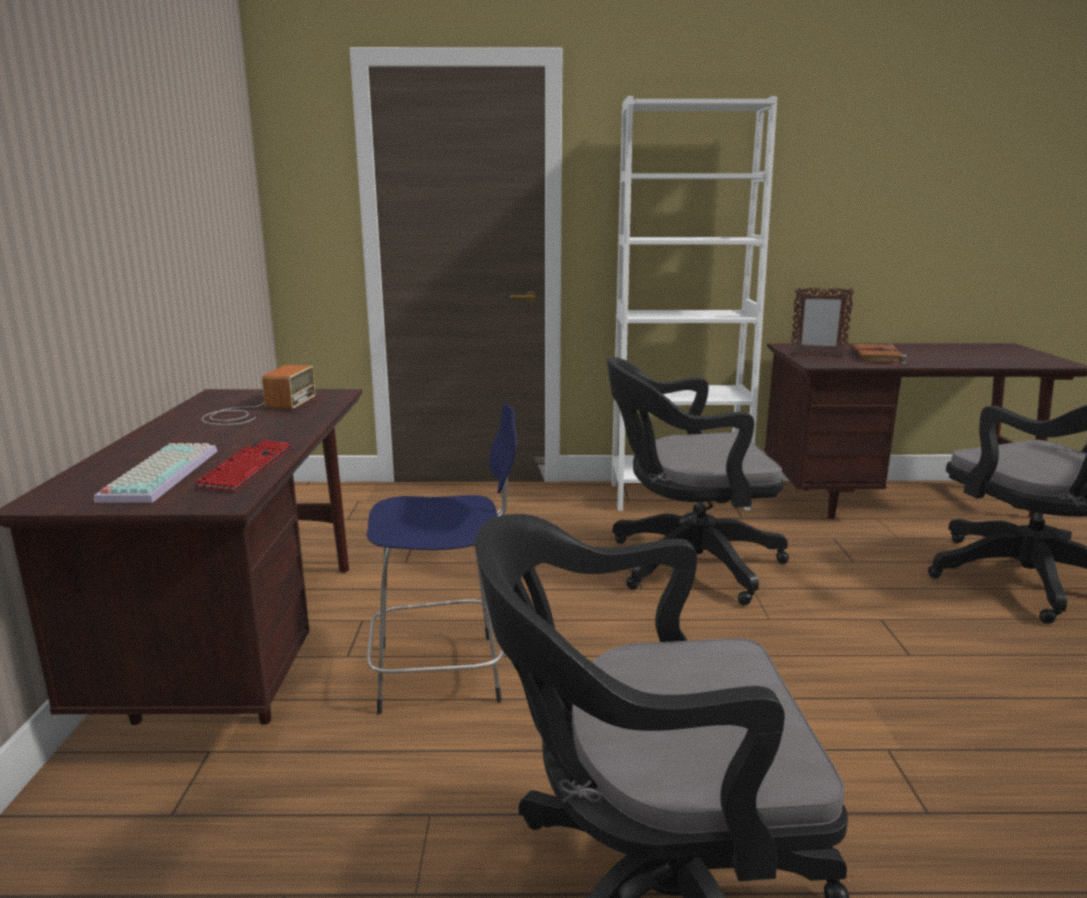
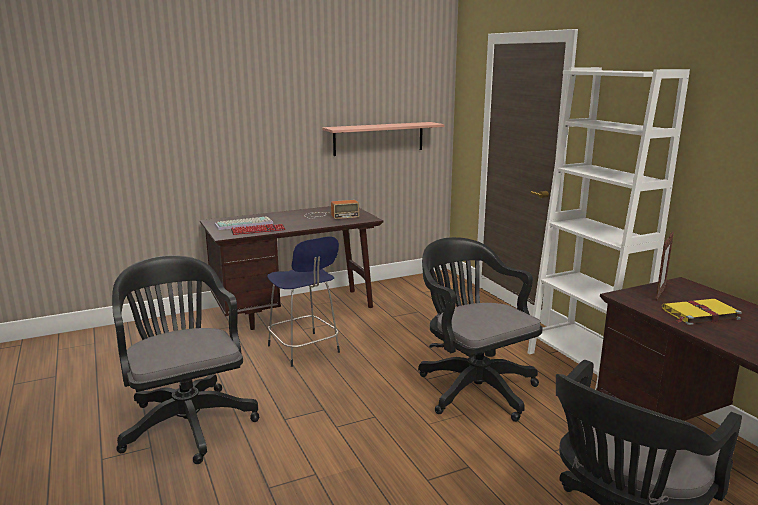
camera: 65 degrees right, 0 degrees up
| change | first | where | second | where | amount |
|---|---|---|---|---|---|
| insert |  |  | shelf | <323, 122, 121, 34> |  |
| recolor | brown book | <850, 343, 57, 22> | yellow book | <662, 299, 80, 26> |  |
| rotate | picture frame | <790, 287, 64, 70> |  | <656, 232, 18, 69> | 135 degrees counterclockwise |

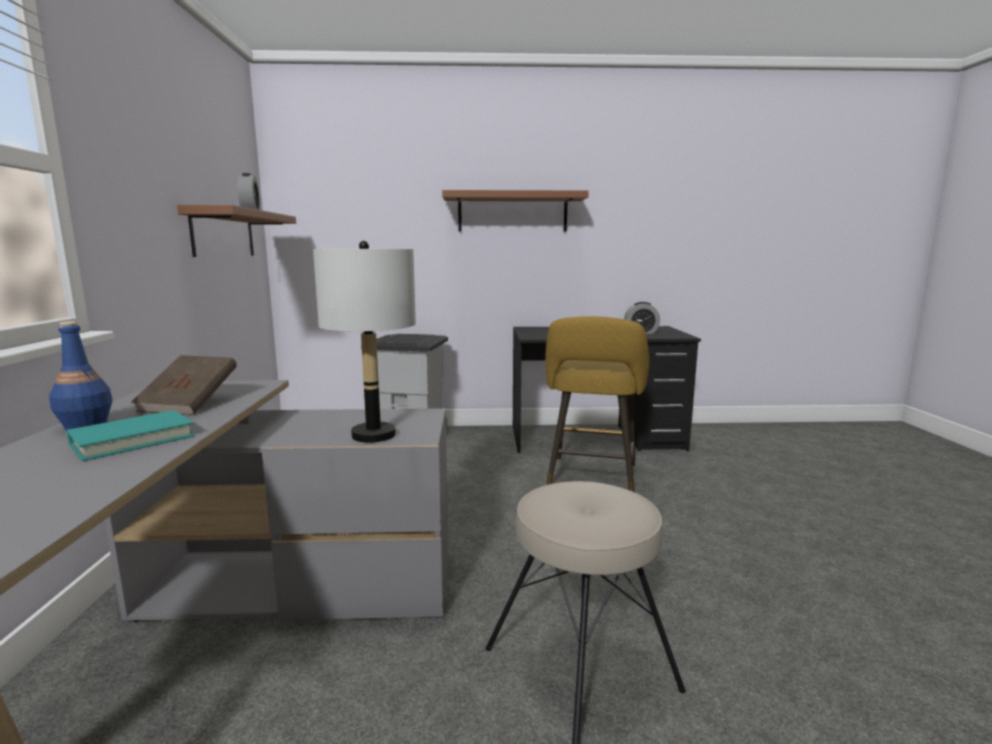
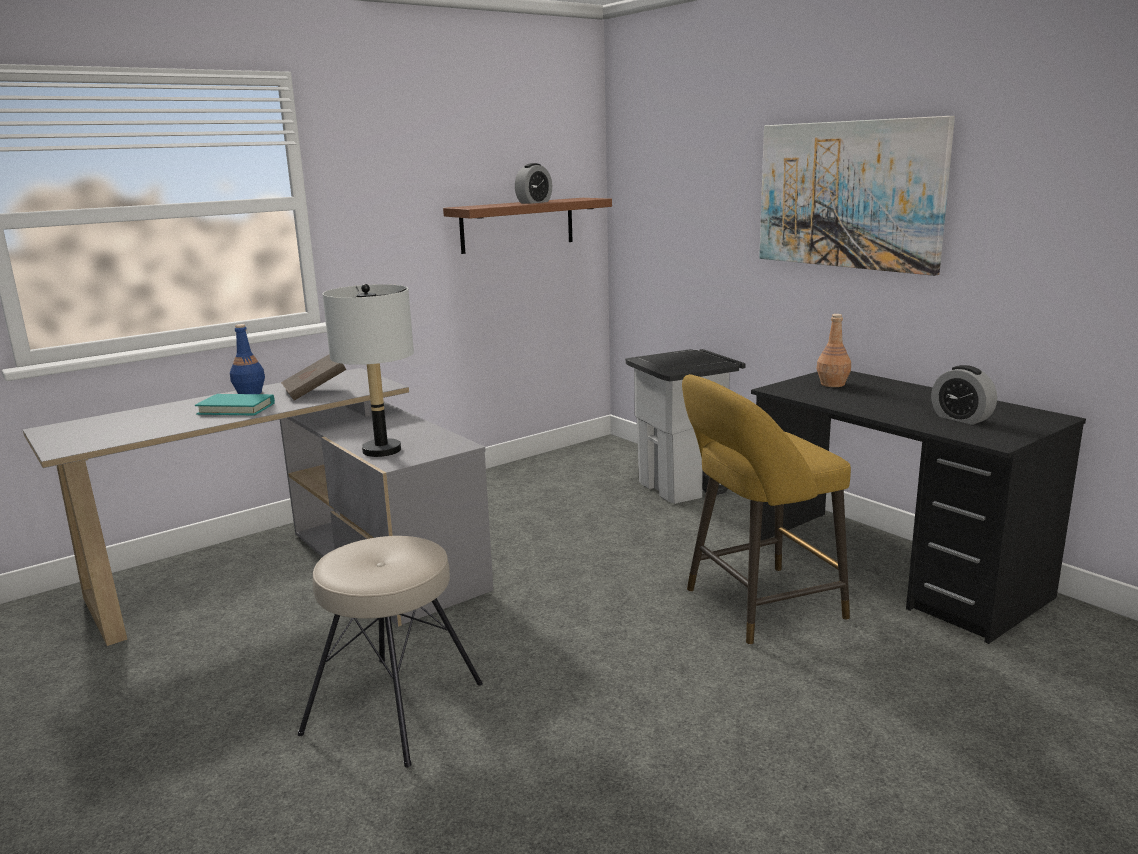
camera: 55 degrees right, 5 degrees up
| change | first | where | second | where | amount |
|---|---|---|---|---|---|
| insert |  |  | brown bottle | <816, 314, 35, 73> |  |
| replace | brown shelf | <442, 190, 147, 42> | picture | <759, 116, 196, 160> |  |

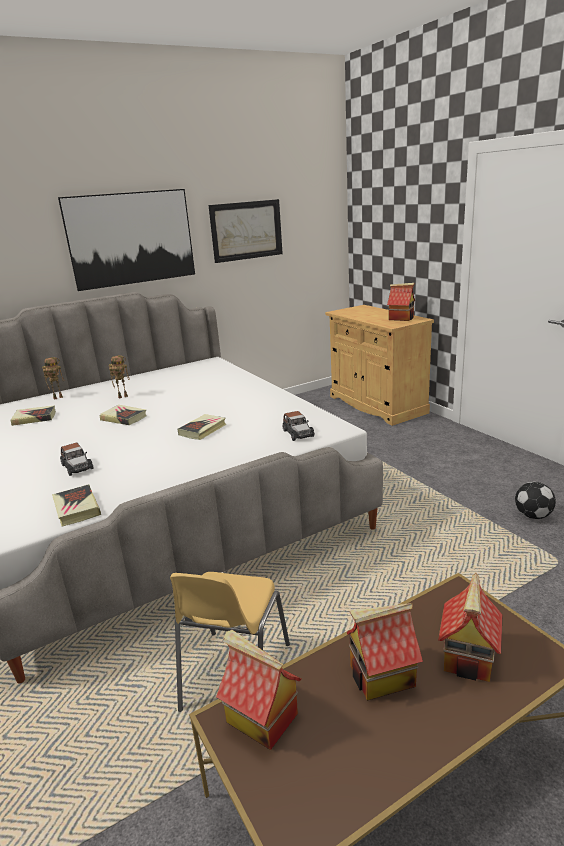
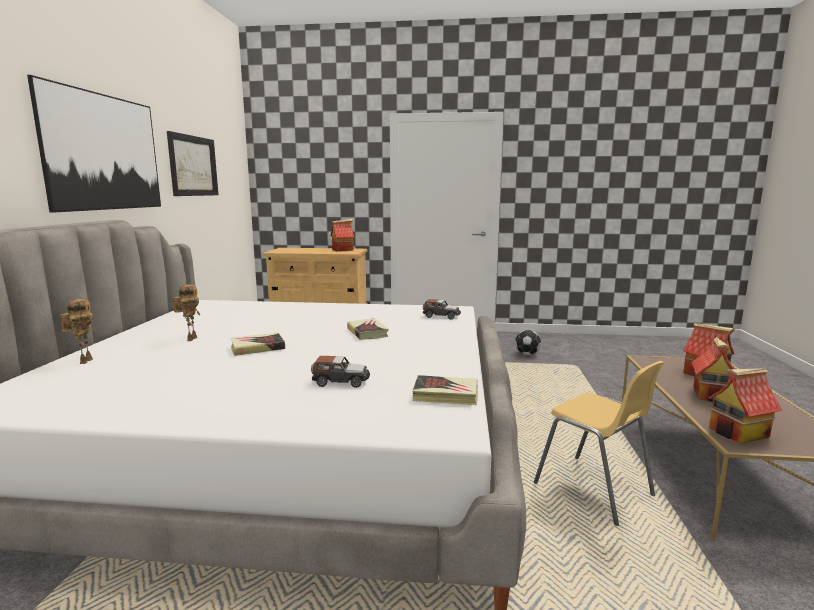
camera: 55 degrees left, 10 degrees down
| change | first | where | second | where | amount |
|---|---|---|---|---|---|
| delete | book | <11, 405, 45, 21> |  |  |  |

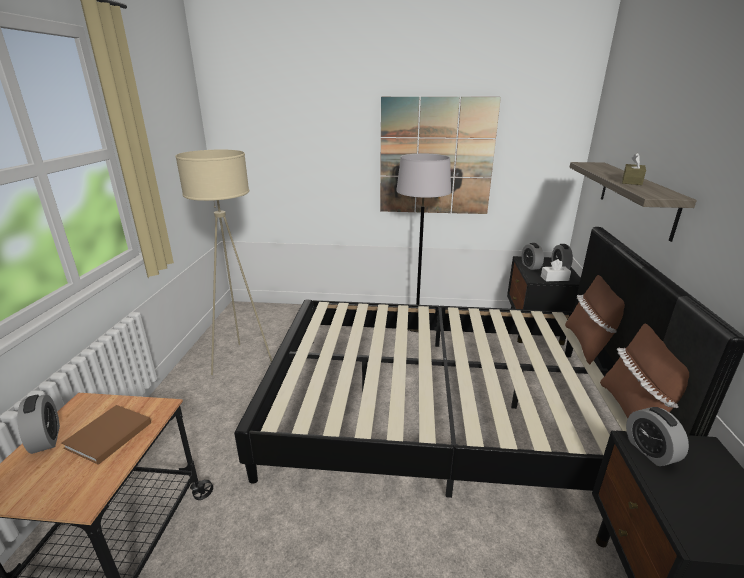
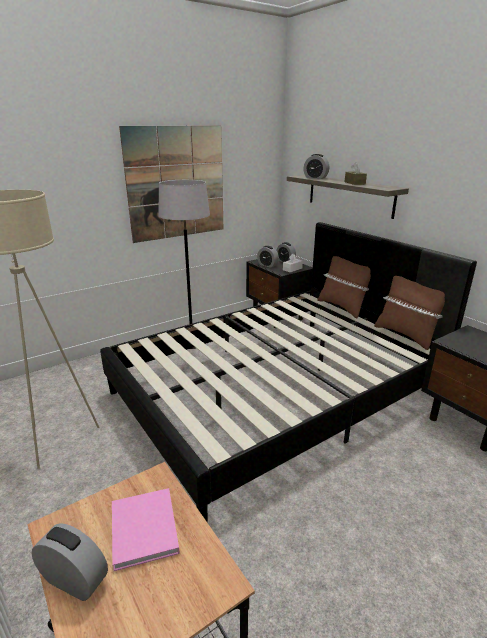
camera: 40 degrees left, 0 degrees up
| change | first | where | second | where | amount |
|---|---|---|---|---|---|
| move | alarm clock | <626, 407, 63, 59> |  | <303, 154, 26, 25> |  |
| recolor | brown book | <61, 405, 90, 60> | pink book | <112, 488, 68, 83> |  |

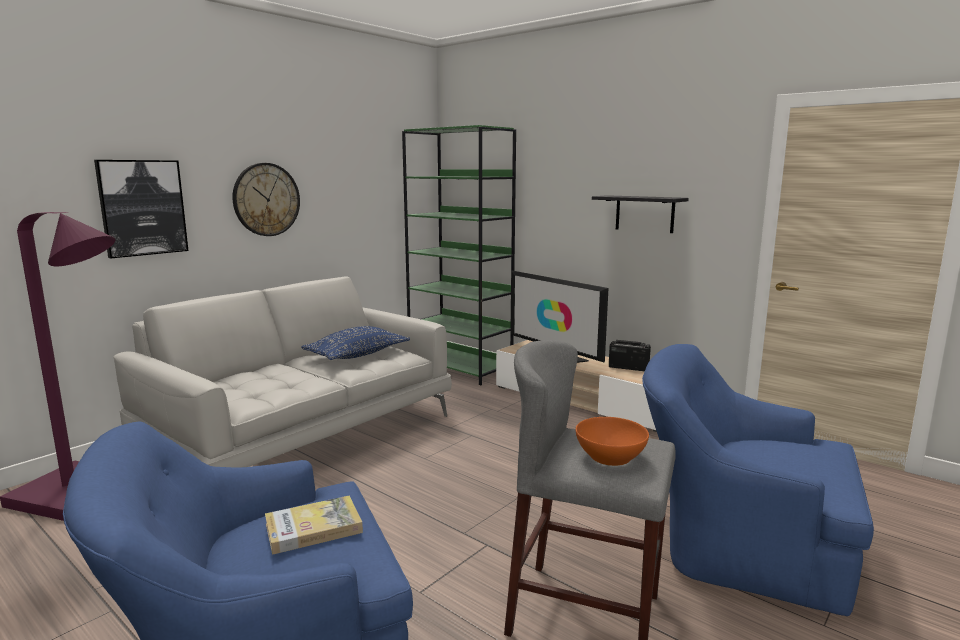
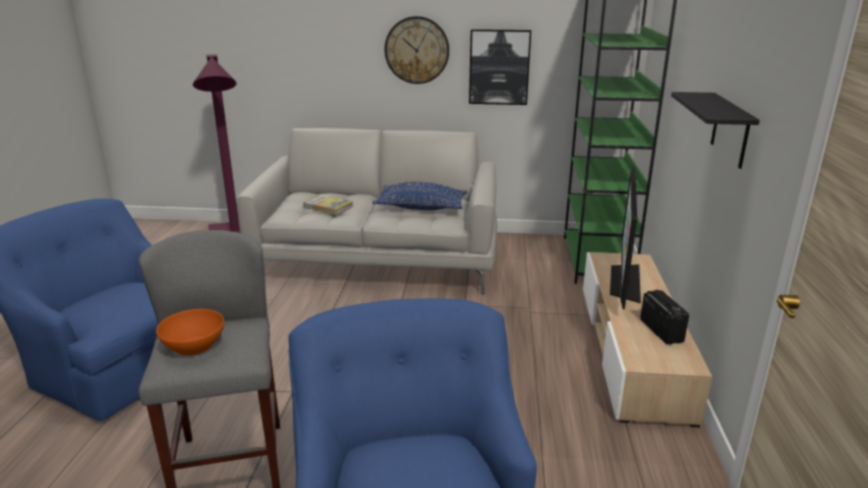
camera: 55 degrees right, 10 degrees up
| change | first | where | second | where | amount |
|---|---|---|---|---|---|
| move | picture | <94, 160, 95, 98> |  | <469, 29, 62, 76> |  |
| move | book | <265, 496, 98, 58> |  | <303, 194, 50, 21> |  |

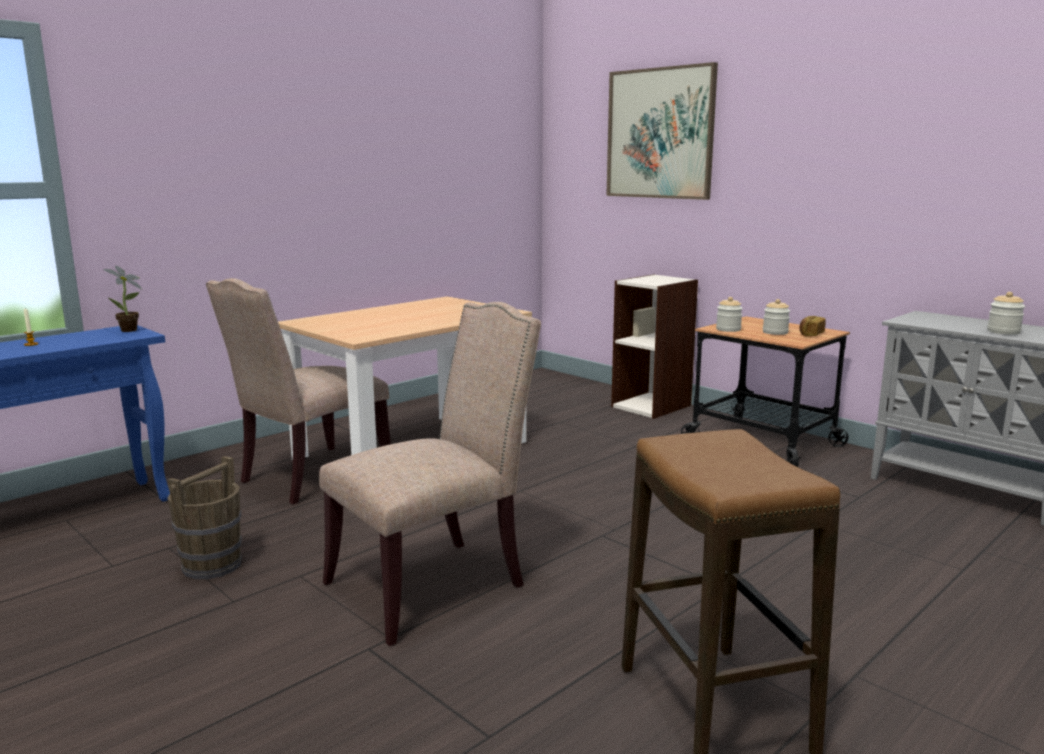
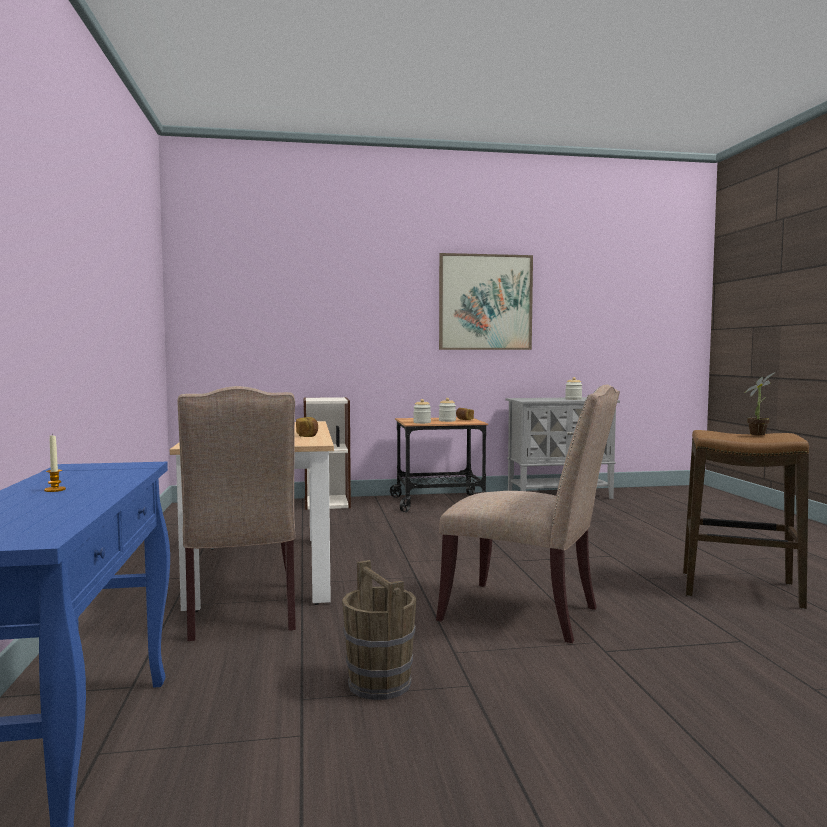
camera: 55 degrees left, 10 degrees down
| change | first | where | second | where | amount |
|---|---|---|---|---|---|
| insert |  |  | bread | <296, 417, 22, 20> |  |
| move | potted plant | <103, 266, 39, 66> |  | <745, 372, 31, 63> |  |
| move | picture | <606, 62, 112, 138> |  | <439, 253, 94, 97> |  |
| rotate | beige chair | <319, 302, 222, 344> |  | <436, 385, 184, 258> | 120 degrees clockwise |

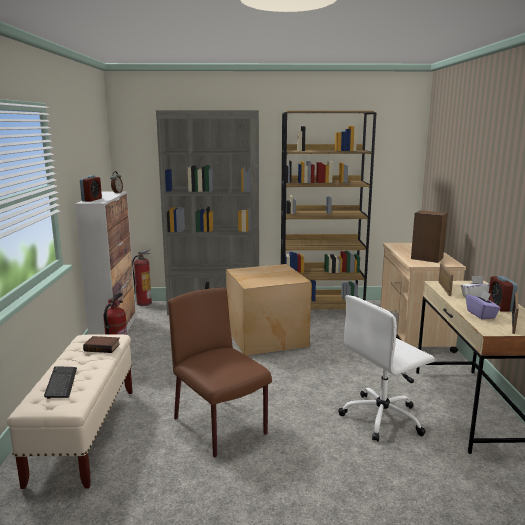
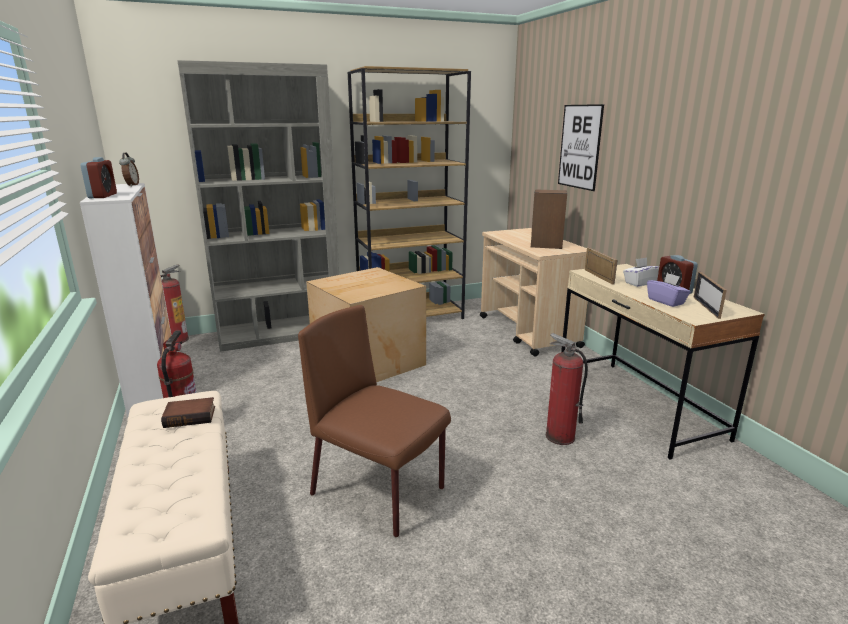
camera: 20 degrees left, 5 degrees up
| change | first | where | second | where | amount |
|---|---|---|---|---|---|
| delete | keyboard | <44, 366, 33, 33> |  |  |  |
| insert |  |  | picture | <558, 104, 46, 87> |  |
| replace | white office chair | <338, 295, 97, 147> | fire extinguisher | <546, 333, 42, 112> |  |

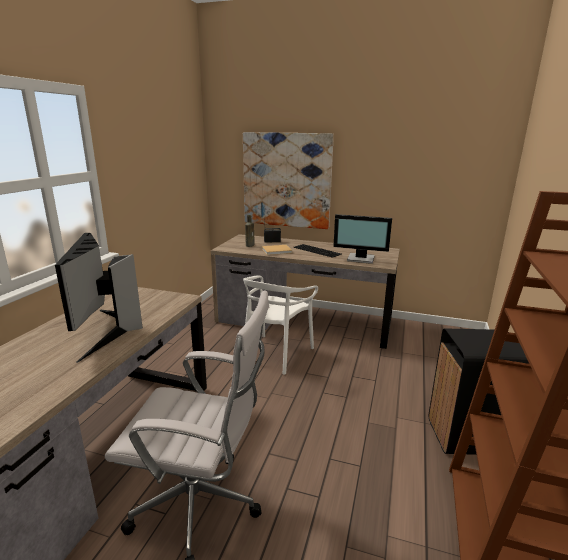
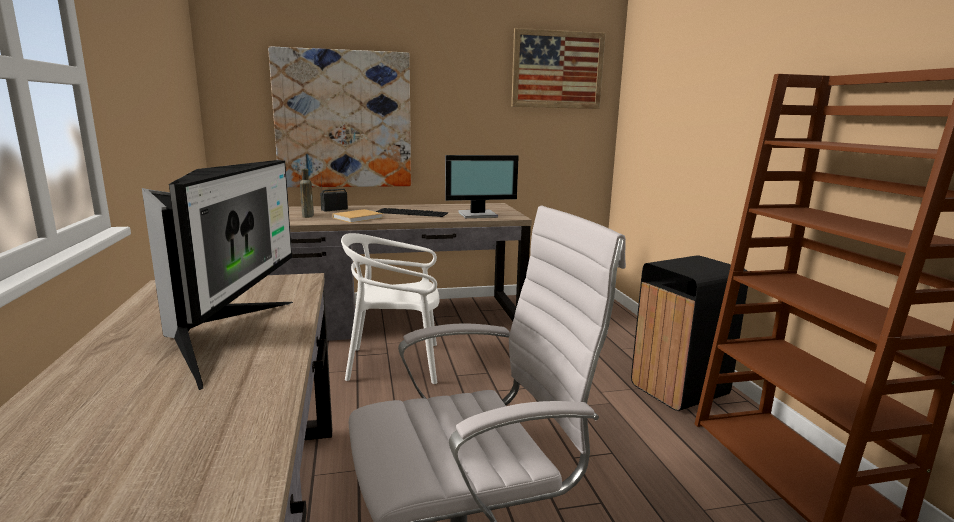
camera: 30 degrees left, 5 degrees down
| change | first | where | second | where | amount |
|---|---|---|---|---|---|
| insert |  |  | picture | <511, 28, 95, 81> |  |
| rotate | monitor | <55, 233, 88, 130> |  | <142, 160, 151, 230> | 135 degrees counterclockwise |
| rotate | white chair | <243, 275, 75, 100> |  | <341, 233, 99, 151> | 90 degrees clockwise |

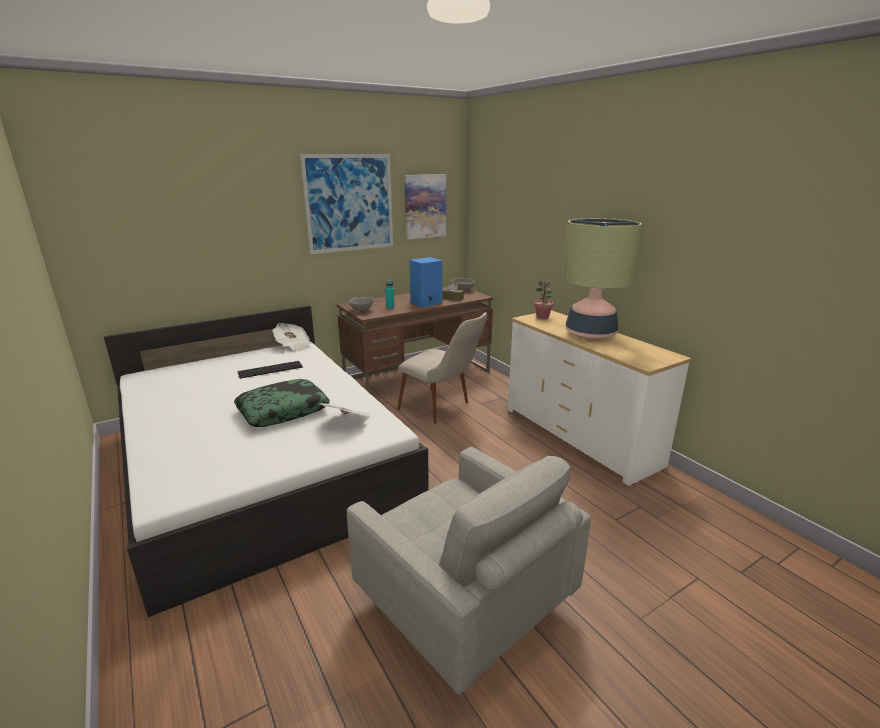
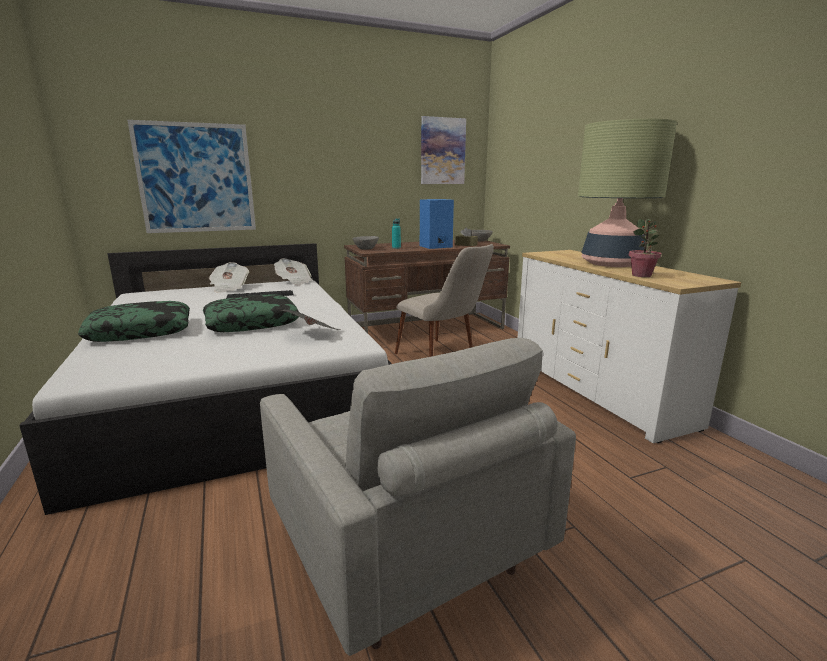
camera: 10 degrees right, 5 degrees down
| change | first | where | second | where | amount |
|---|---|---|---|---|---|
| insert |  |  | pillow | <78, 301, 112, 41> |  |
| insert |  |  | newspaper | <209, 262, 40, 31> |  |
| move | picture | <300, 154, 93, 100> |  | <127, 120, 129, 113> |  |
| move | potted plant | <534, 281, 20, 38> |  | <628, 219, 34, 58> |  |

